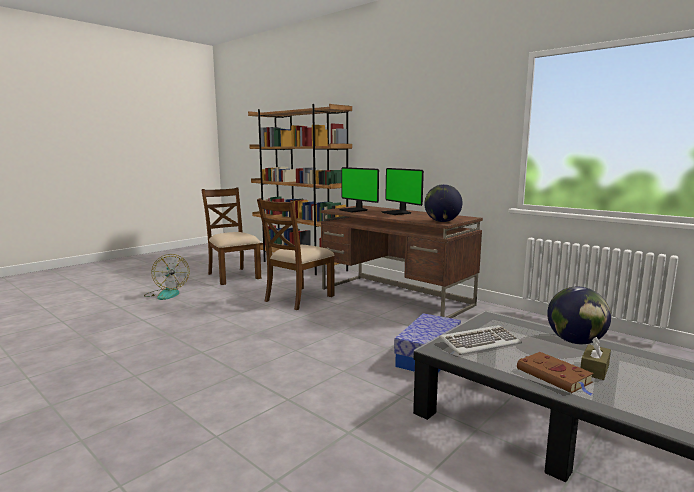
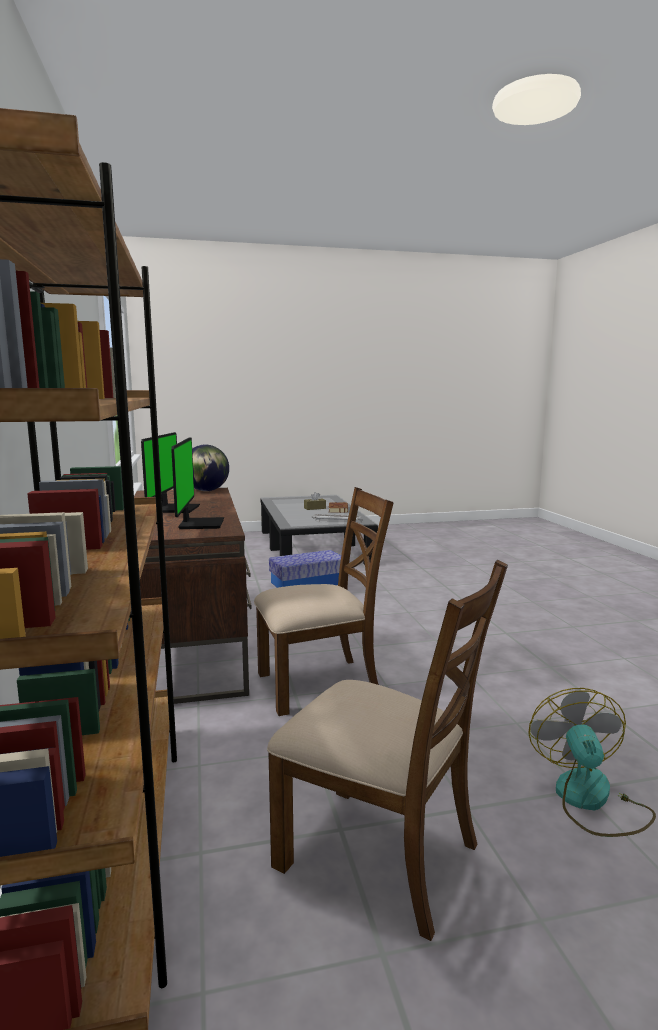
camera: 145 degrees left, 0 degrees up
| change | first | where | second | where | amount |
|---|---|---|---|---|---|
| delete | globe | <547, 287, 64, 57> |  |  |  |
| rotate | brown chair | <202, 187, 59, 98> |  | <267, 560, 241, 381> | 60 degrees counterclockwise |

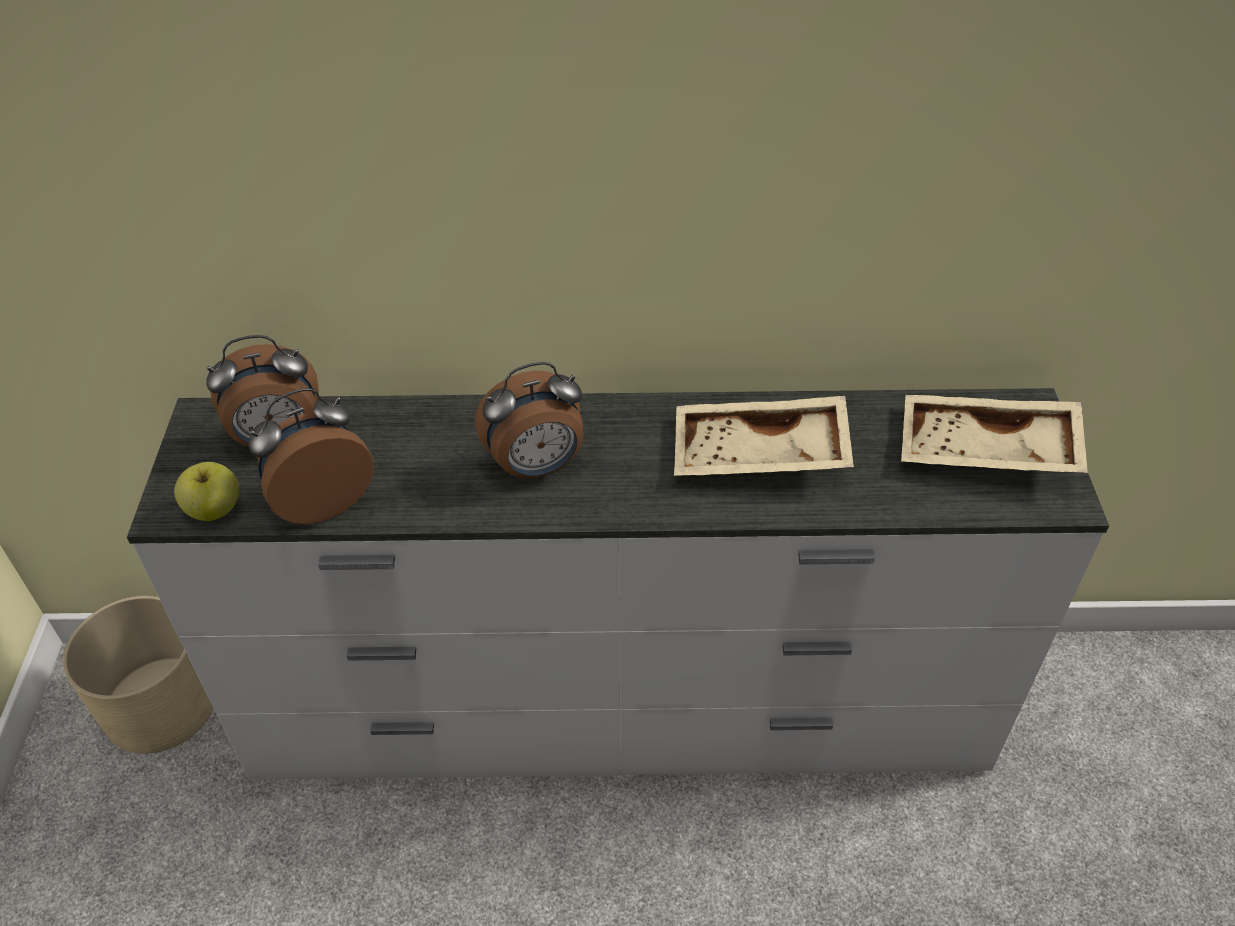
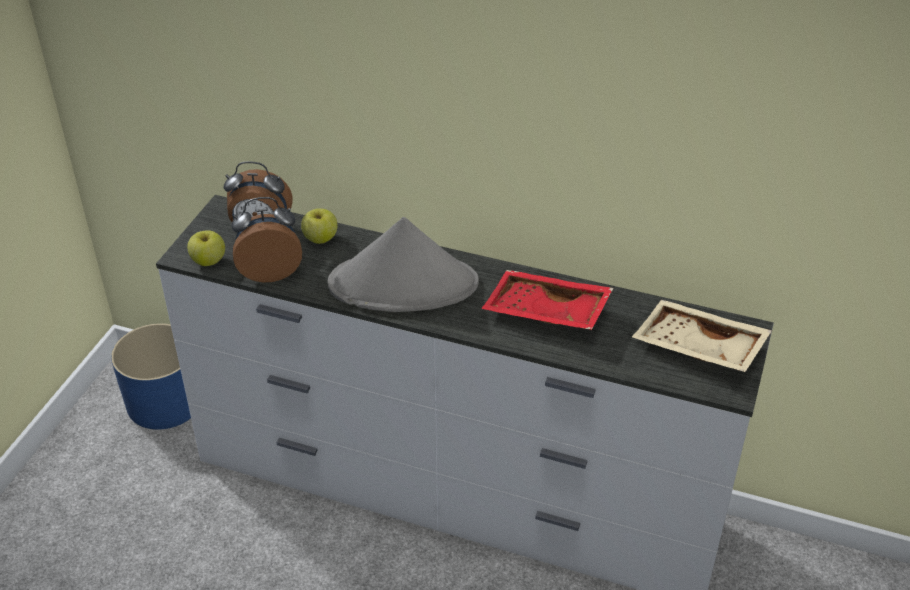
camera: 20 degrees right, 5 degrees down
| change | first | where | second | where | amount |
|---|---|---|---|---|---|
| insert |  |  | apple | <301, 208, 37, 36> |  |
| replace | alarm clock | <475, 362, 109, 116> | grey hat | <327, 217, 152, 95> |  |
| recolor | beige planter | <63, 596, 151, 158> | blue planter | <111, 323, 80, 107> |  |
| recolor | beige tray | <674, 396, 180, 80> | red tray | <481, 270, 132, 60> |  |

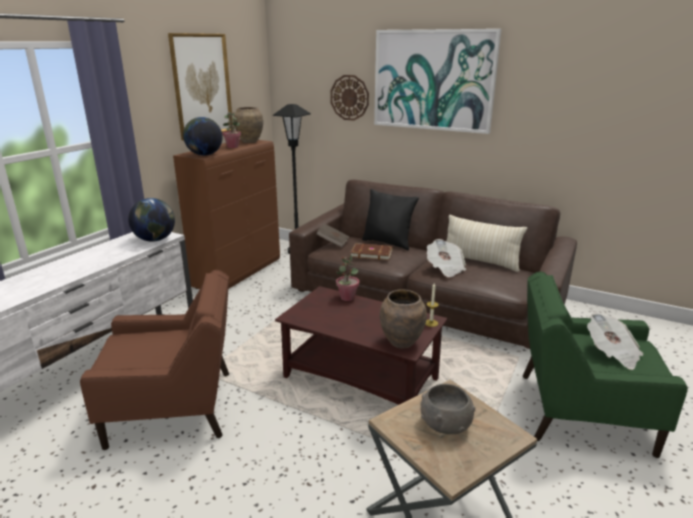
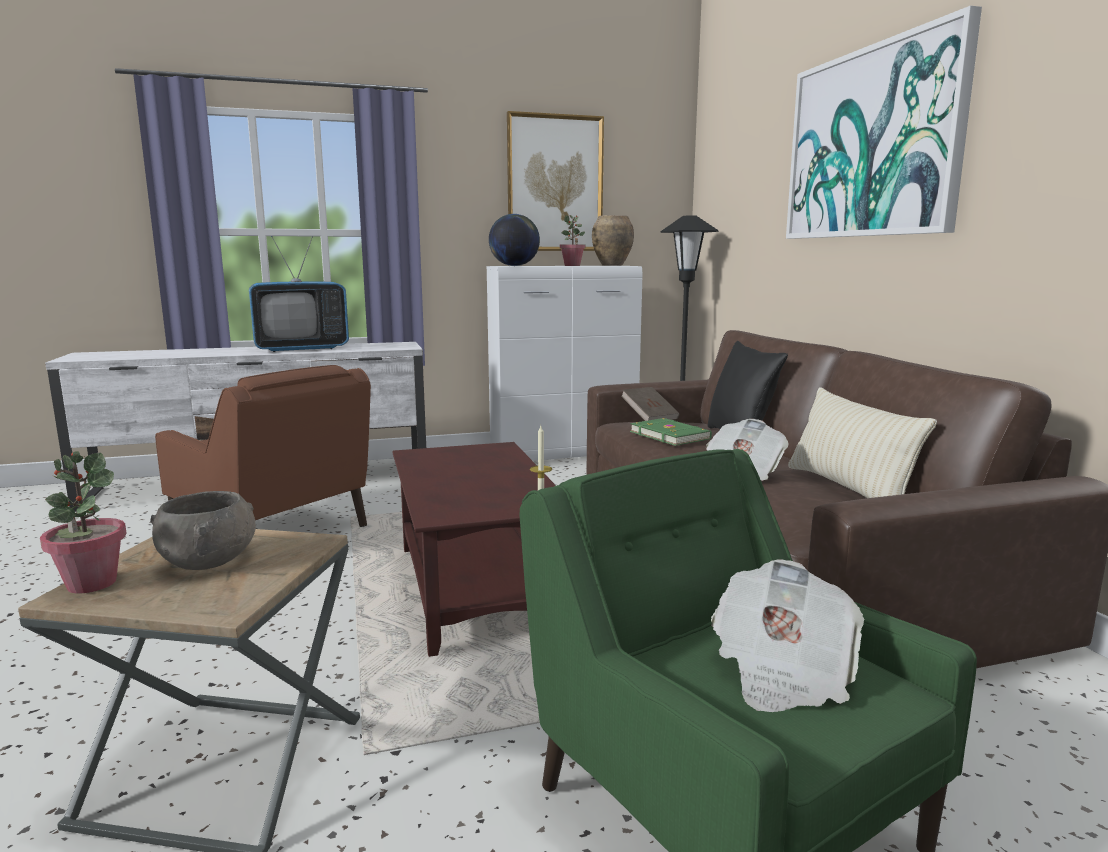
camera: 45 degrees right, 10 degrees down
| change | first | where | second | where | amount |
|---|---|---|---|---|---|
| delete | globe | <128, 198, 47, 44> |  |  |  |
| delete | wall clock | <330, 75, 39, 46> |  |  |  |
| delete | brown vase | <380, 289, 47, 59> |  |  |  |
| insert |  |  | television | <249, 236, 100, 116> |  |
| move | potted plant | <336, 255, 23, 46> |  | <40, 451, 87, 143> |  |
| recolor | brown cabinet | <173, 139, 107, 150> | white cabinet | <487, 266, 155, 195> |  |
| recolor | brown book | <350, 243, 42, 17> | green book | <630, 418, 82, 28> |  |

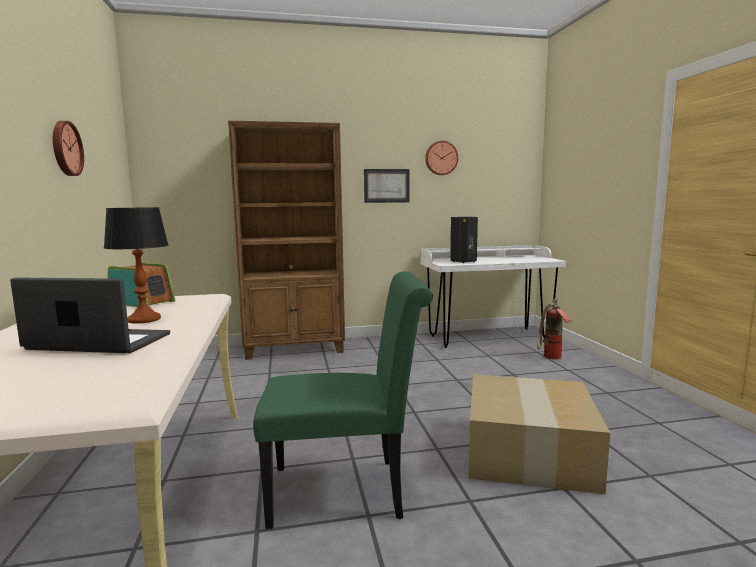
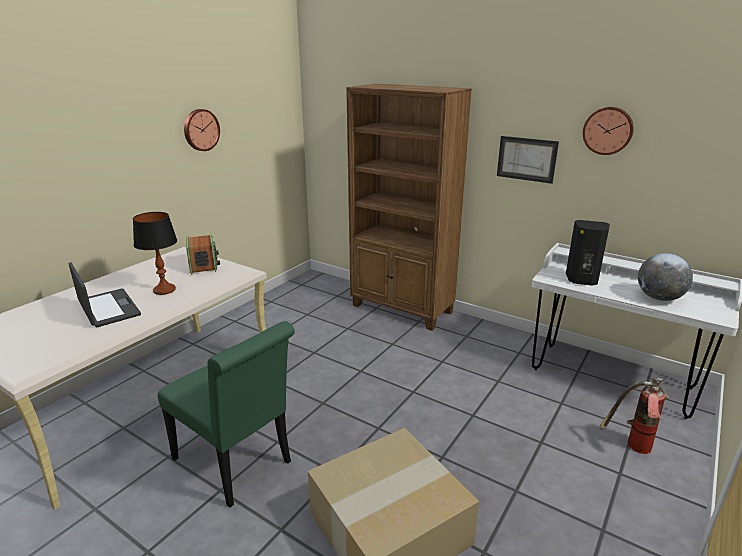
camera: 45 degrees right, 15 degrees up
| change | first | where | second | where | amount |
|---|---|---|---|---|---|
| insert |  |  | globe | <638, 253, 55, 48> |  |

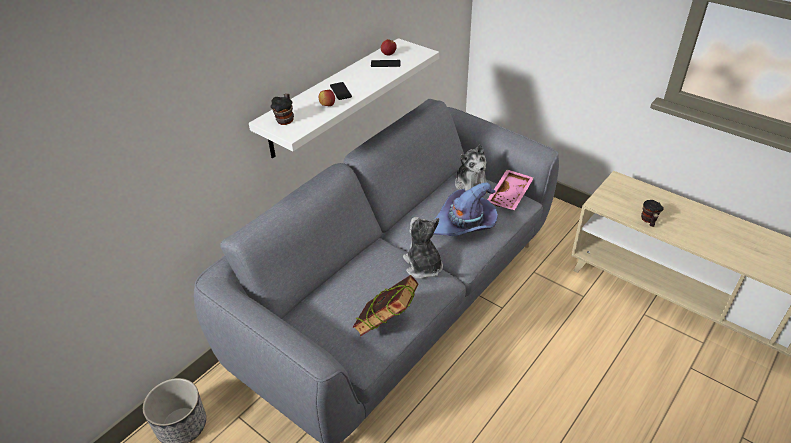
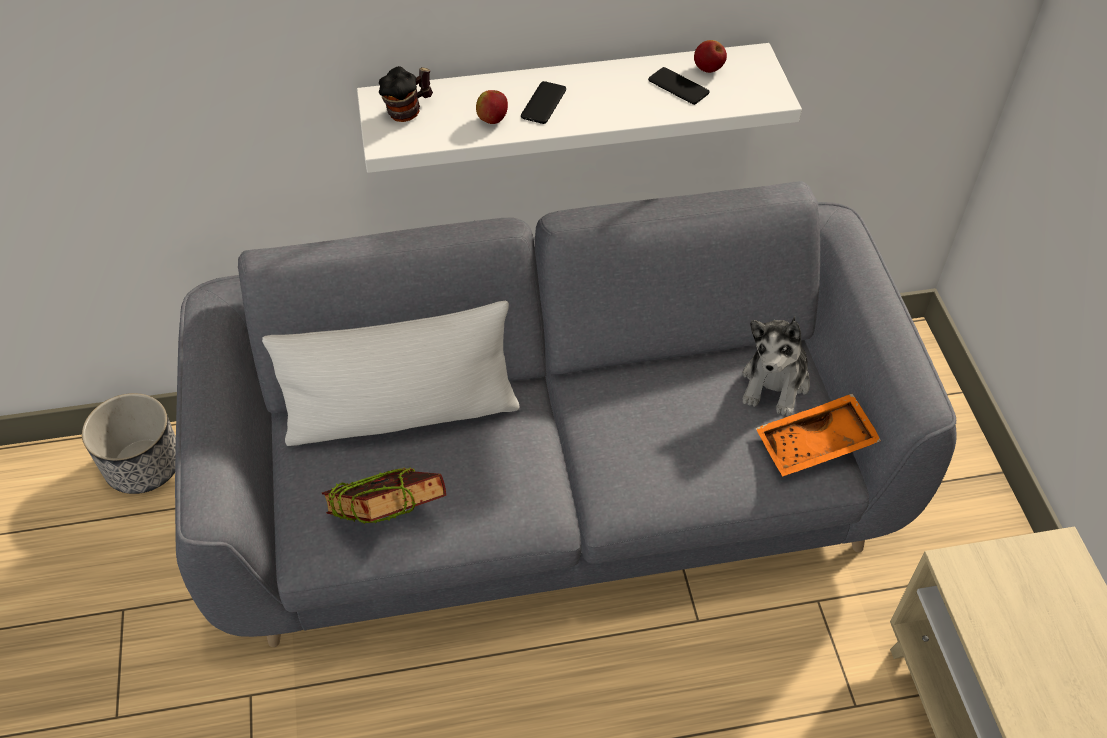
camera: 40 degrees right, 10 degrees up
| change | first | where | second | where | amount |
|---|---|---|---|---|---|
| delete | plush toy | <403, 217, 40, 62> |  |  |  |
| delete | purple hat | <433, 182, 65, 54> |  |  |  |
| delete | mug | <641, 200, 23, 27> |  |  |  |
| insert |  |  | white pillow | <262, 301, 258, 145> |  |
| recolor | pink tray | <487, 170, 47, 40> | orange tray | <755, 394, 126, 83> |  |

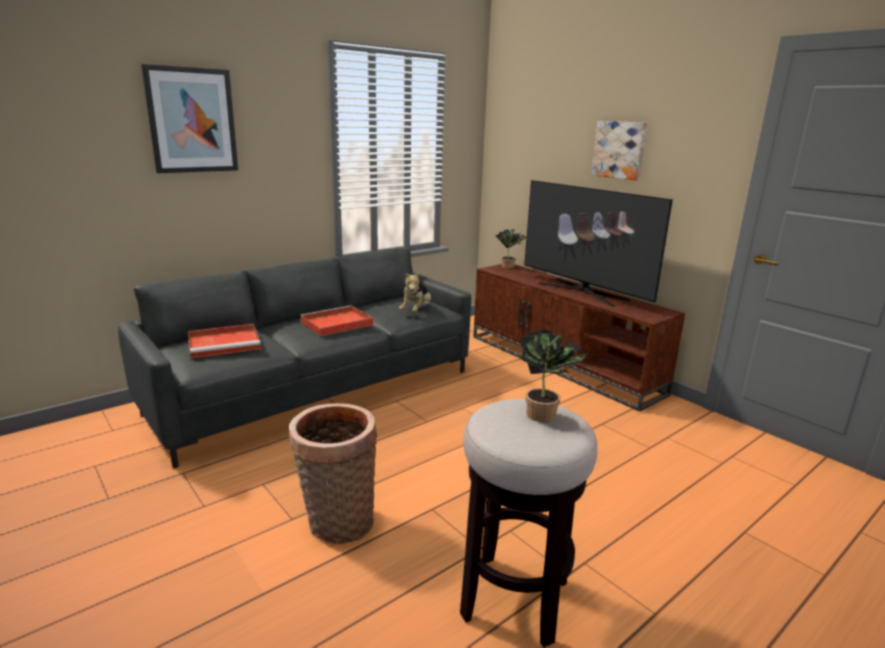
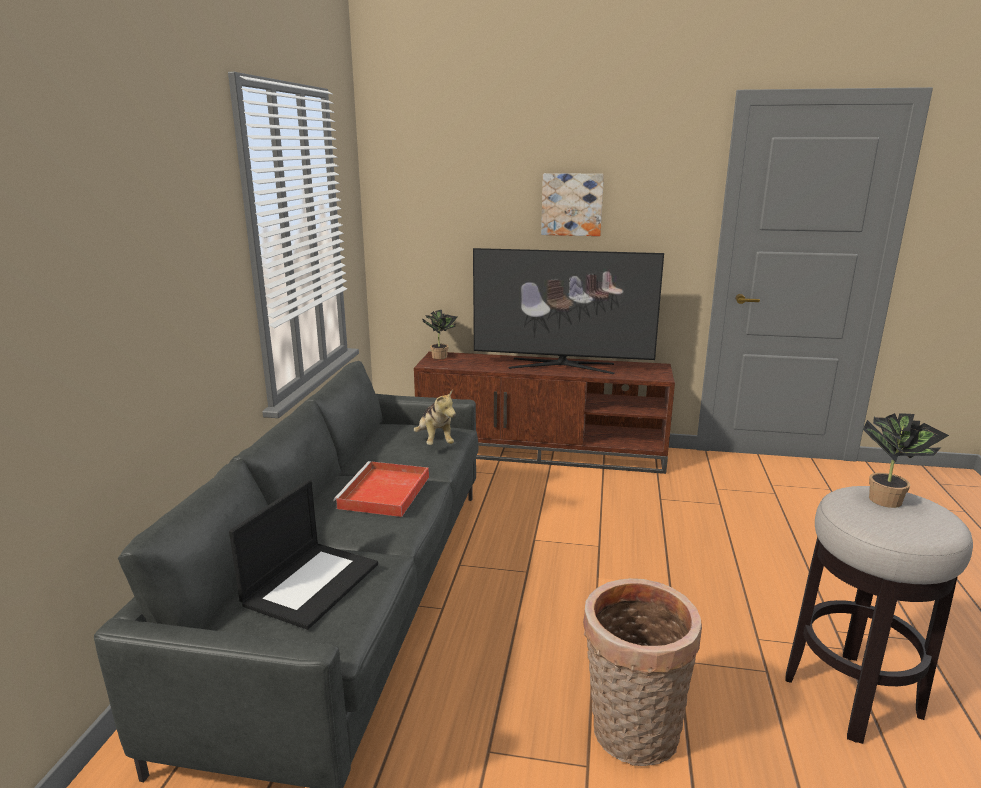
camera: 40 degrees left, 0 degrees up
| change | first | where | second | where | amount |
|---|---|---|---|---|---|
| delete | picture | <141, 64, 97, 109> |  |  |  |
| replace | red tray | <188, 324, 73, 34> | laptop | <229, 480, 149, 150> |  |

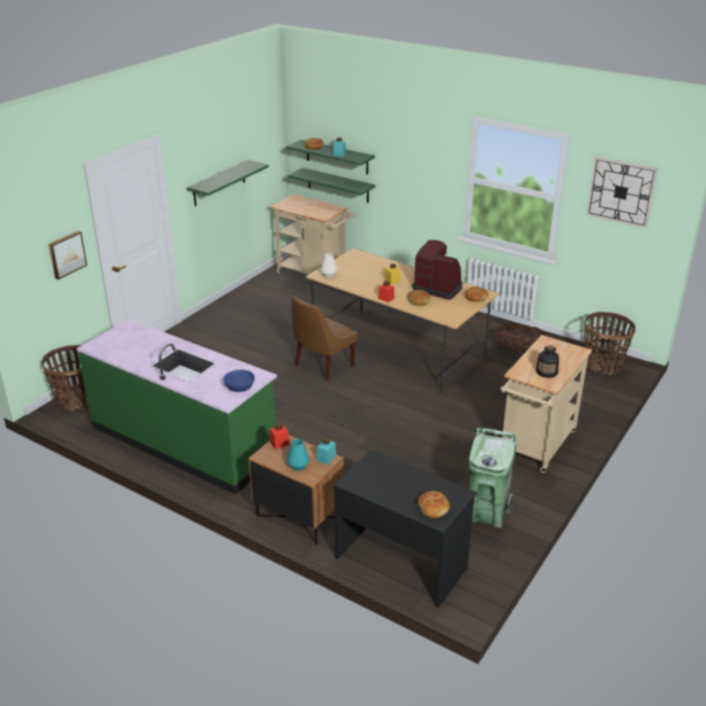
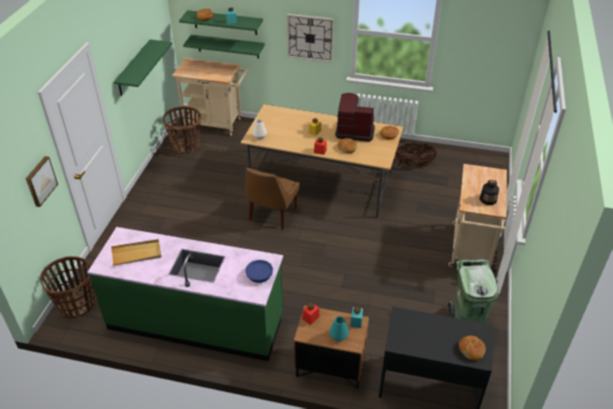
camera: 20 degrees left, 10 degrees up
| change | first | where | second | where | amount |
|---|---|---|---|---|---|
| insert |  |  | beige tray | <111, 239, 50, 27> |  |
| move | basket | <584, 312, 52, 63> |  | <163, 106, 38, 48> |  |
| move | wall clock | <586, 156, 72, 73> |  | <287, 14, 47, 49> |  |

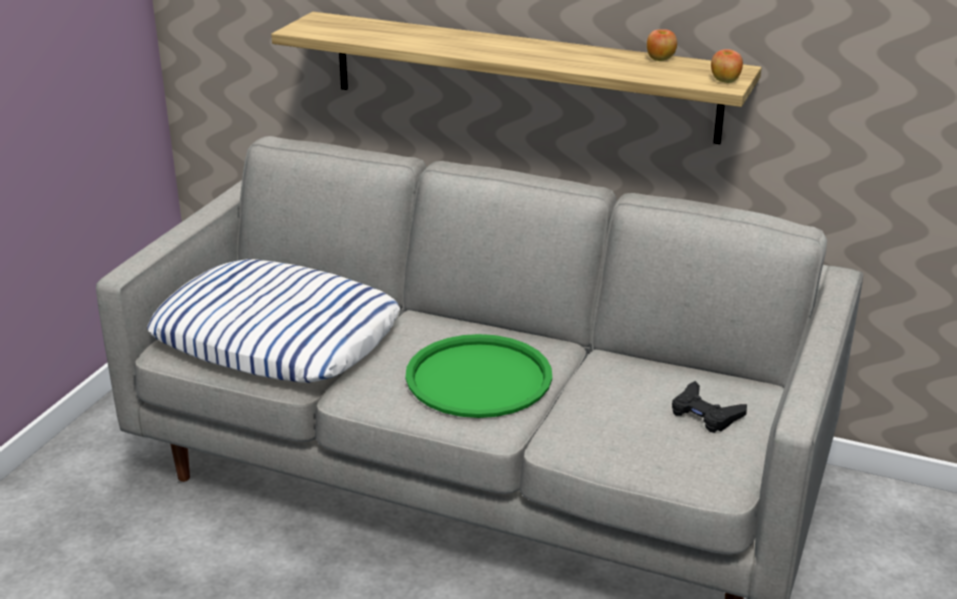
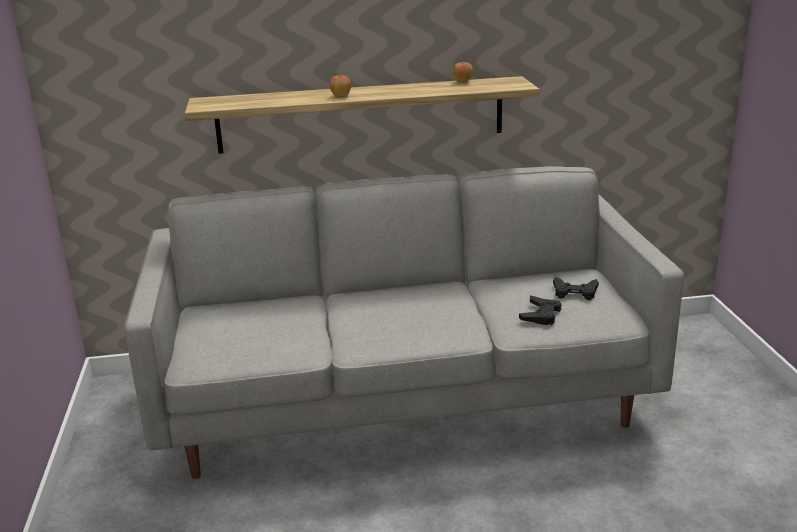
camera: 30 degrees left, 5 degrees down
| change | first | where | second | where | amount |
|---|---|---|---|---|---|
| delete | pillow | <147, 259, 253, 124> |  |  |  |
| delete | green tray | <405, 334, 147, 84> |  |  |  |
| insert |  |  | black game controller | <519, 295, 43, 30> |  |
| move | apple | <711, 49, 32, 34> |  | <330, 75, 21, 22> |  |

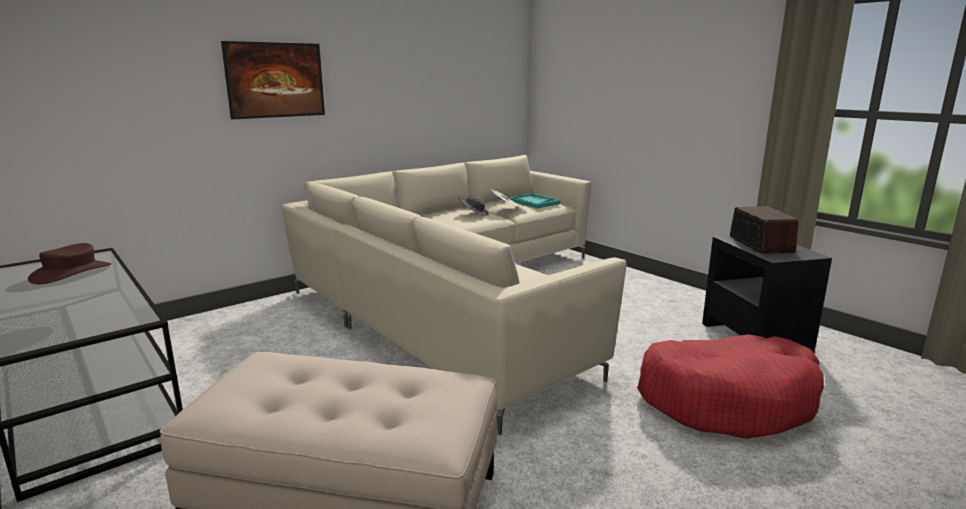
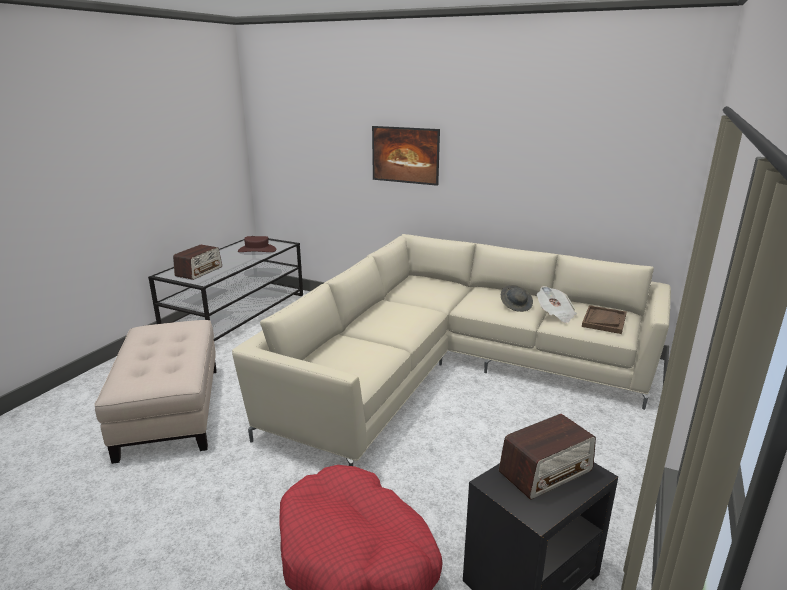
camera: 65 degrees right, 5 degrees up
| change | first | where | second | where | amount |
|---|---|---|---|---|---|
| insert |  |  | radio | <173, 245, 49, 35> |  |
| recolor | turquoise tray | <509, 194, 52, 15> | brown tray | <582, 305, 45, 29> |  |

